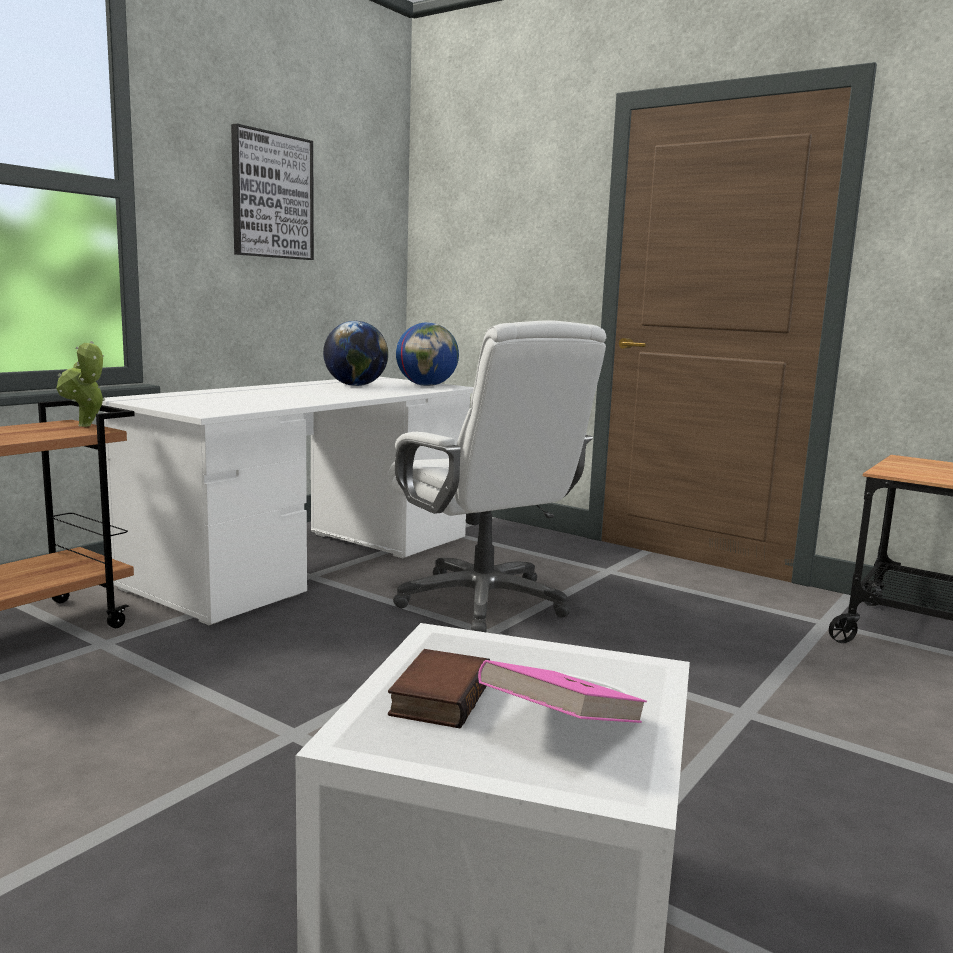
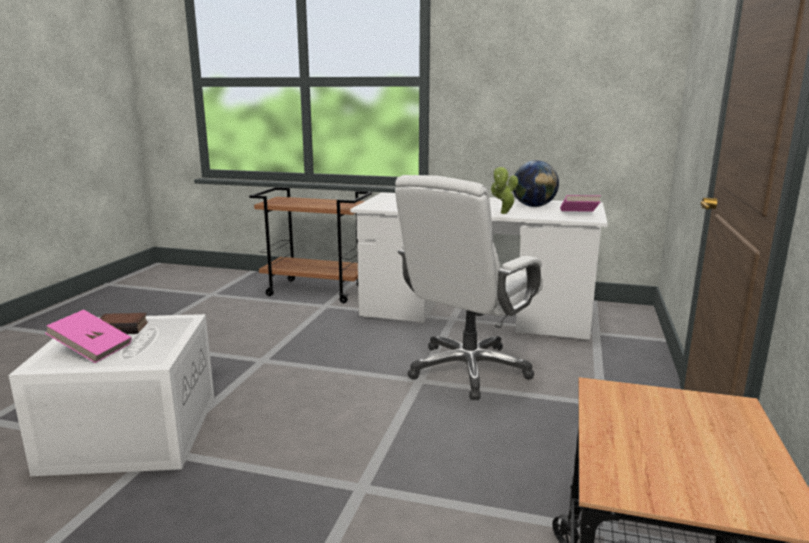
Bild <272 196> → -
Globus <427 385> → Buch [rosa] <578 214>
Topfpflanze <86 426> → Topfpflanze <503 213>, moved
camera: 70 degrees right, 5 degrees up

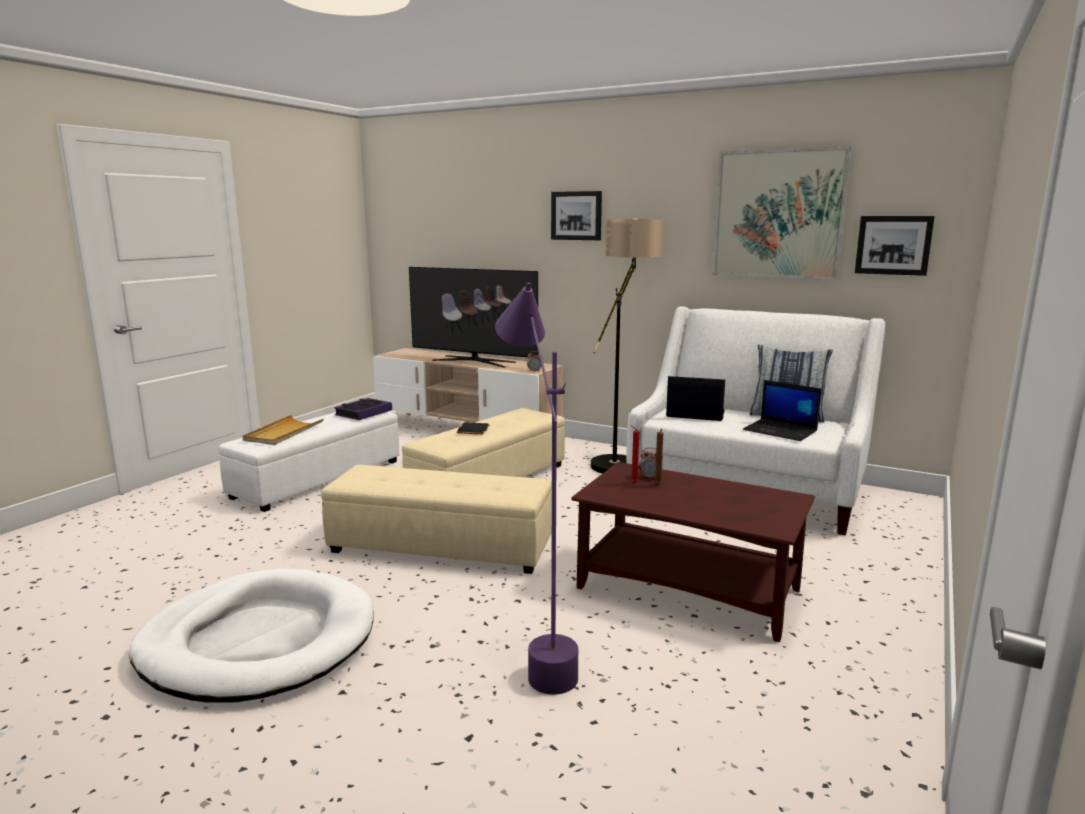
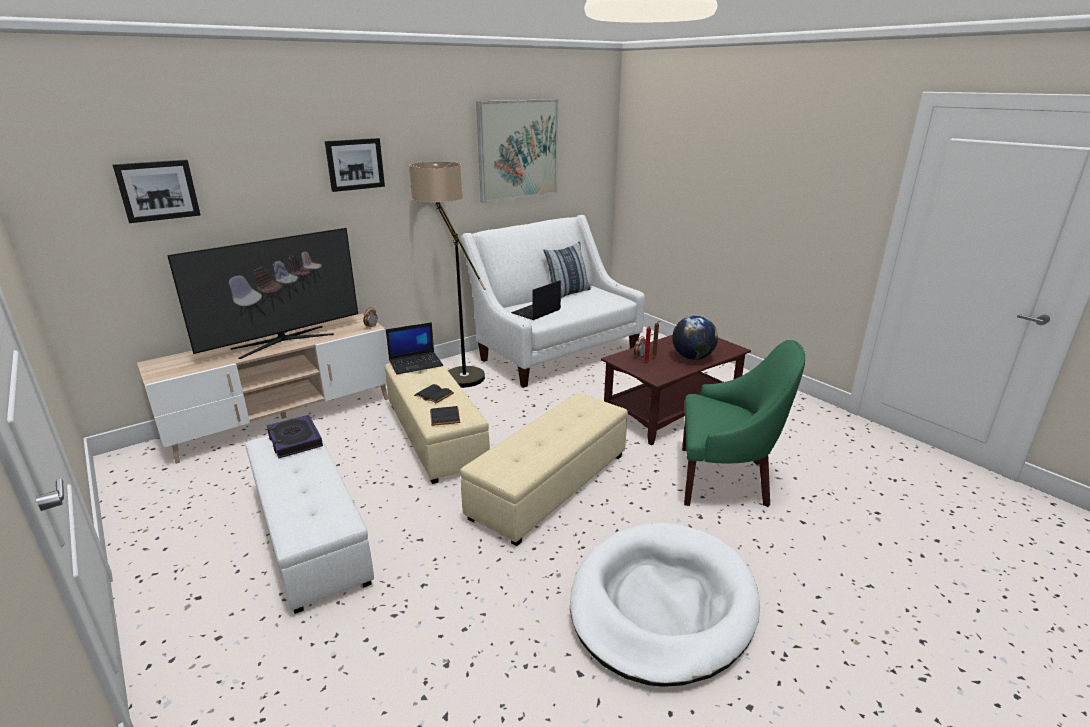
Bild <893 245> → Bild <158 190>, moved
Stehlampe [lila] <537 654> → Sessel [grün] <725 479>
Laptop <781 431> → Laptop <416 363>, moved
Tablett [beige] <283 433> → -
- → Globus <692 357>
- → Buch [schwarz] <444 417>
camera: 65 degrees left, 10 degrees up

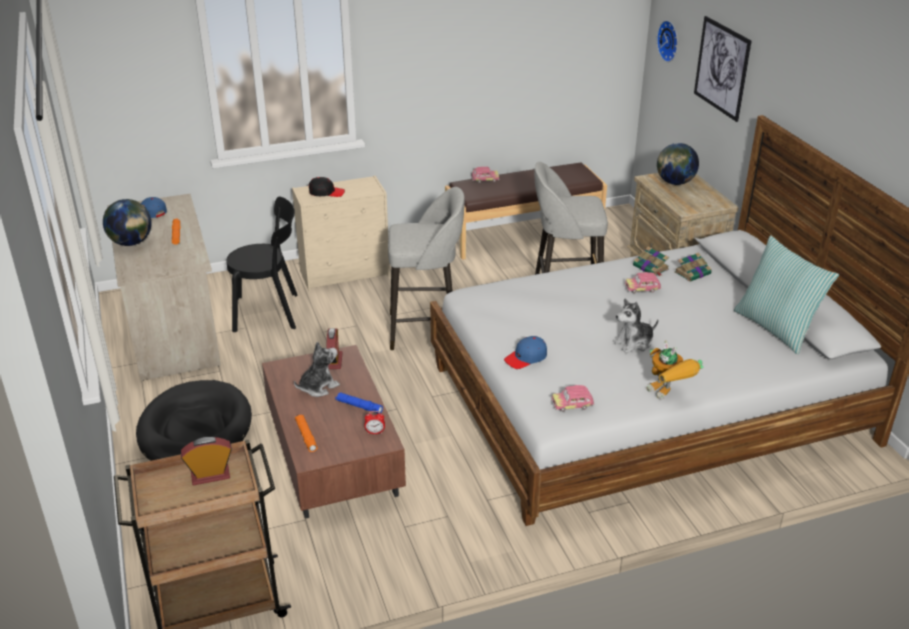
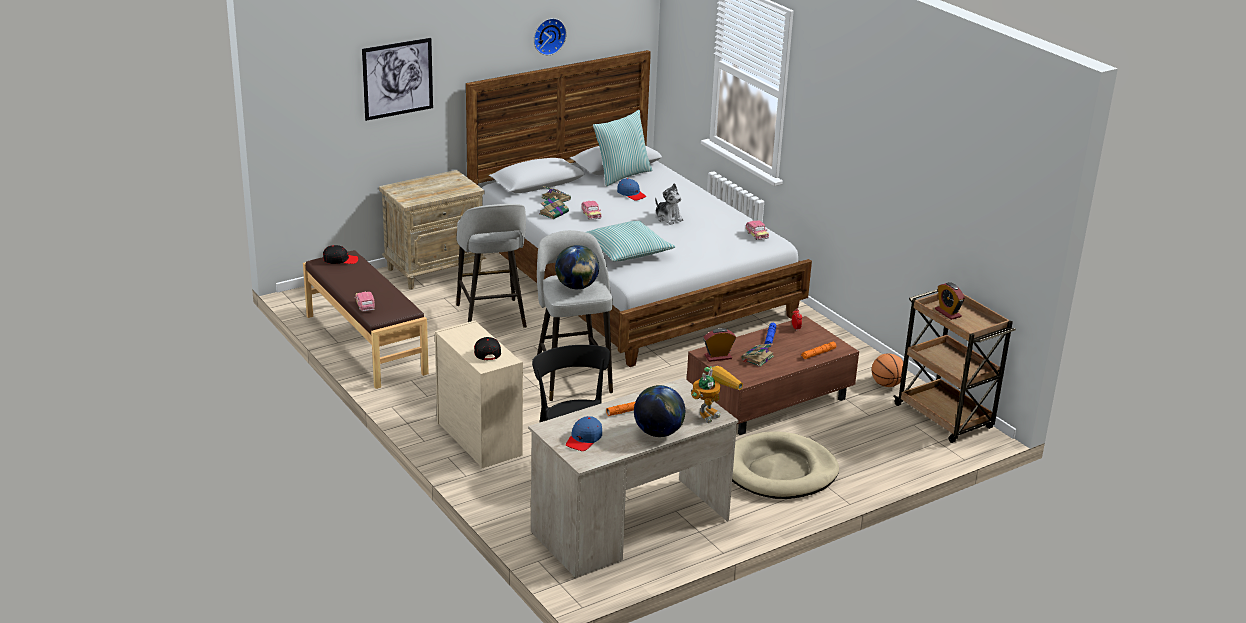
Wanduhr <670 41> → Wanduhr <548 35>, moved
Globus <675 183> → Globus <576 287>, moved
Kappe [blau] <526 358> → Kappe [blau] <631 194>, moved
Plüschtier <318 387> → Buch <757 358>
Spielzeugroboter <668 395> → Spielzeugroboter <711 412>, moved
Hundebett [schwarz] <195 429> → Hundebett [beige] <779 471>
- → Kissen <626 250>
- → Kappe [schwarz] <340 260>
- → Basketball <886 384>
camera: 105 degrees left, 5 degrees down

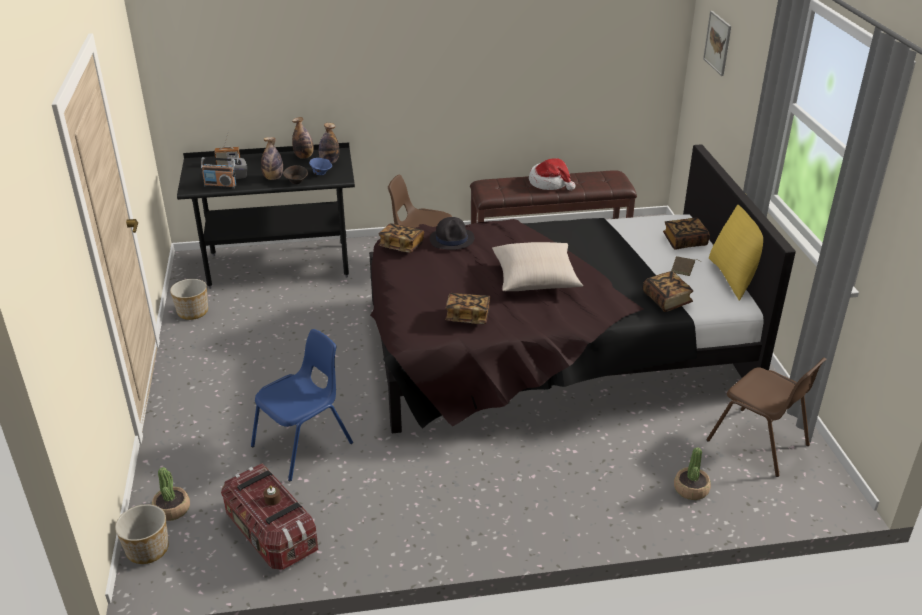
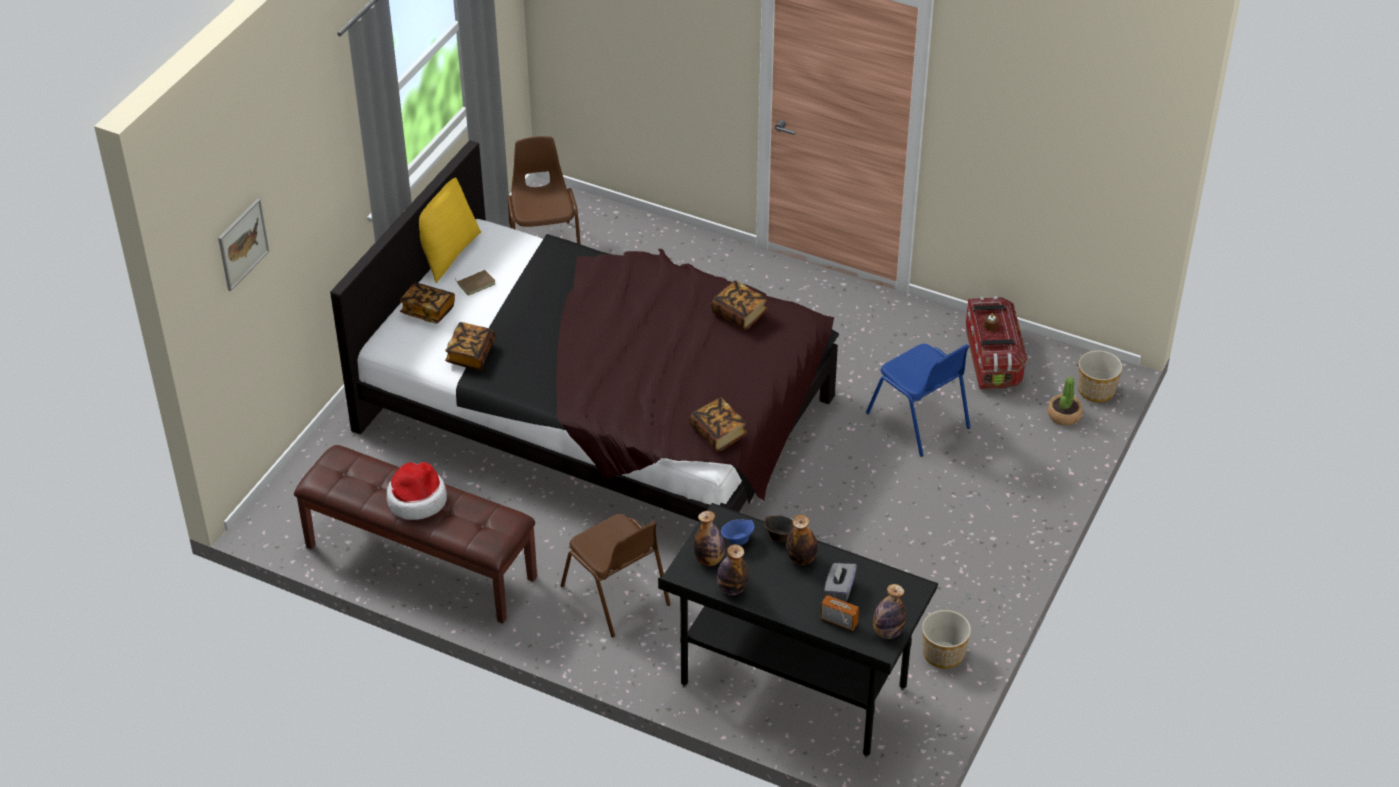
Radio <220 185> → -
Hut [schwarz] <452 239> → -
Kissen [beige] <535 279> → -
Buch <666 300> → Buch <470 355>, moved
Stuhl [blau] <304 445> → Stuhl [blau] <919 421>, 120 degrees counterclockwise
Topfpflanze <691 489> → -
- → Flasche <887 632>
camera: 145 degrees left, 10 degrees up

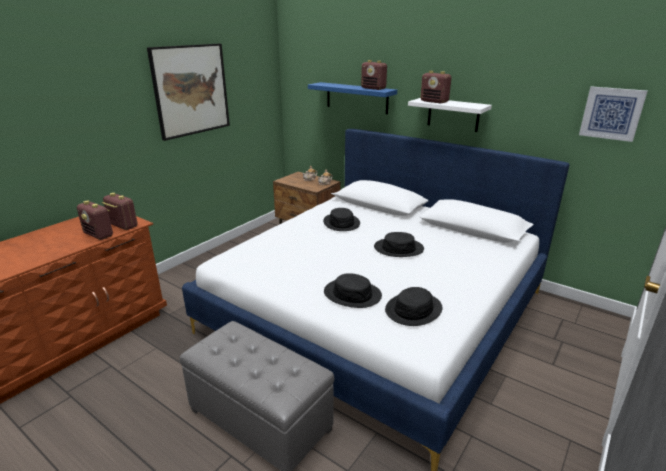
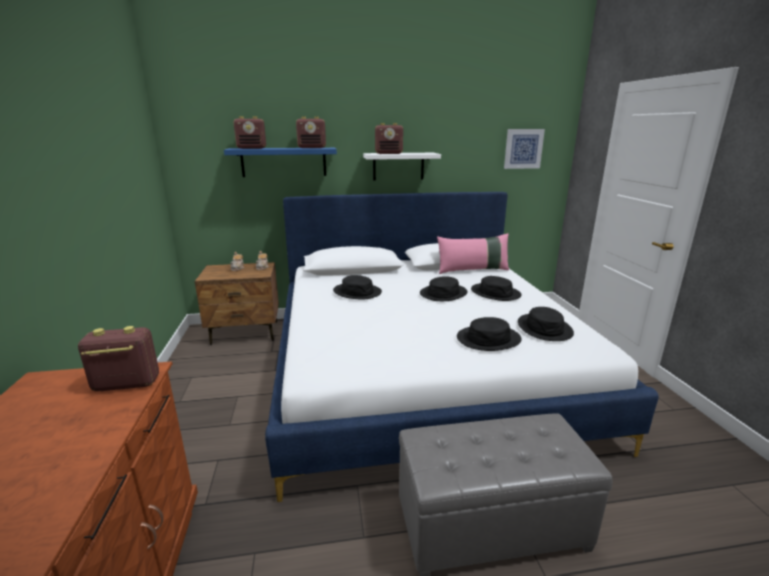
Bild <191 90> → -
Radio <99 235> → Radio <252 148>, moved
- → Kissen [rosa] <472 270>
- → Hut [schwarz] <495 293>
camera: 45 degrees left, 5 degrees down

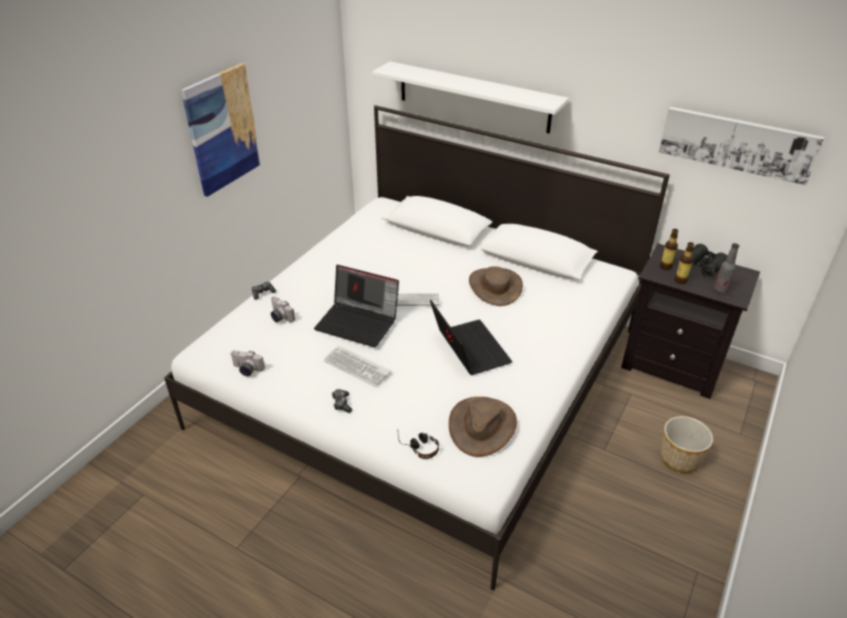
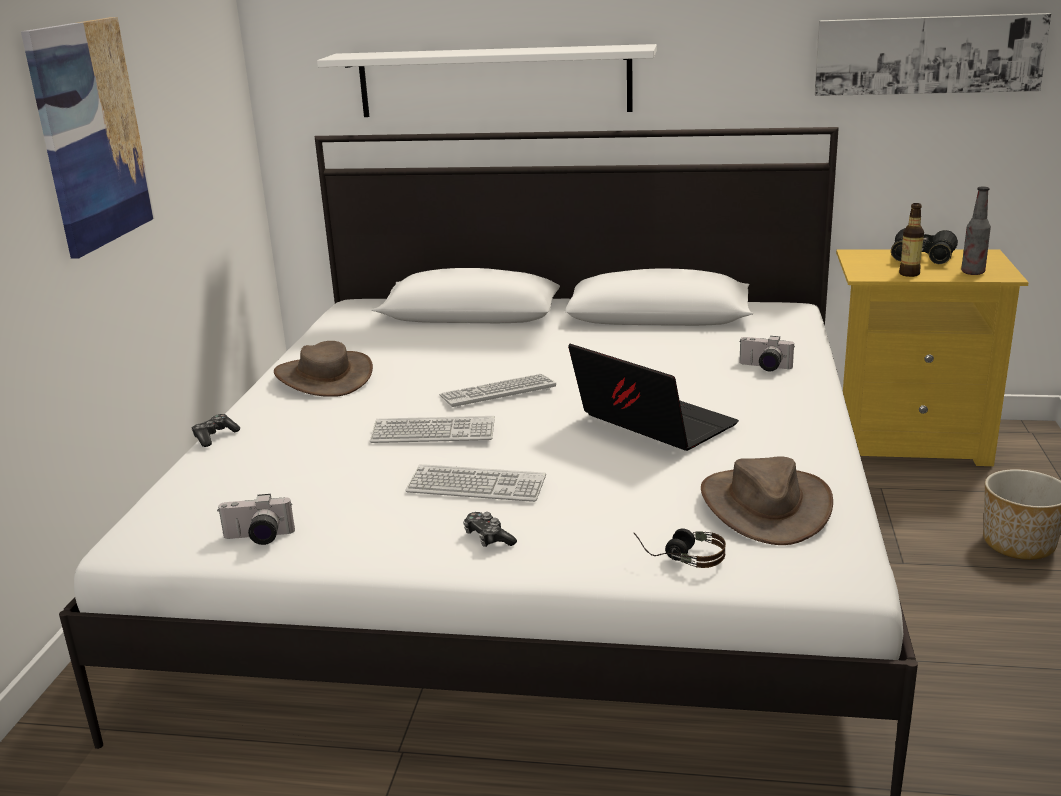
Flasche <665 266> → -
Nachttisch [schwarz] <673 365> → Nachttisch [gelb] <908 442>
Laptop <359 322> → Tastatur <433 432>
Hut [braun] <495 287> → Hut [braun] <324 377>, moved
Kamera <279 317> → Kamera <764 367>, moved
camera: 20 degrees left, 15 degrees down

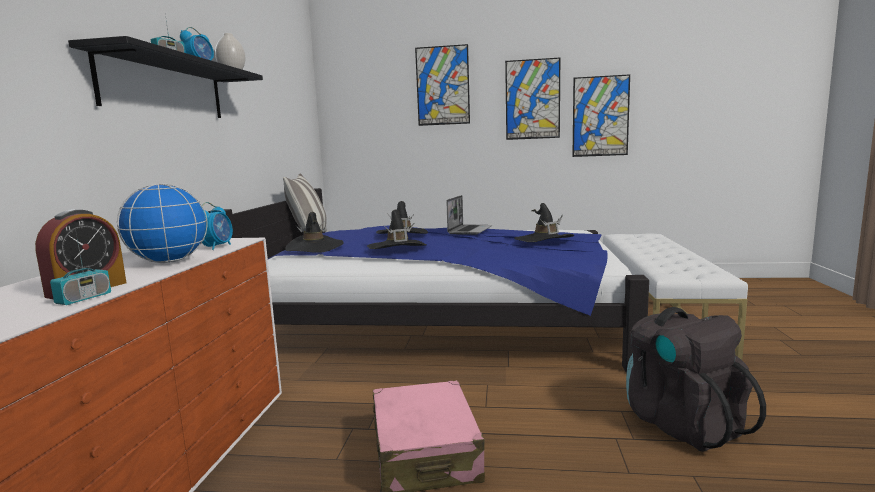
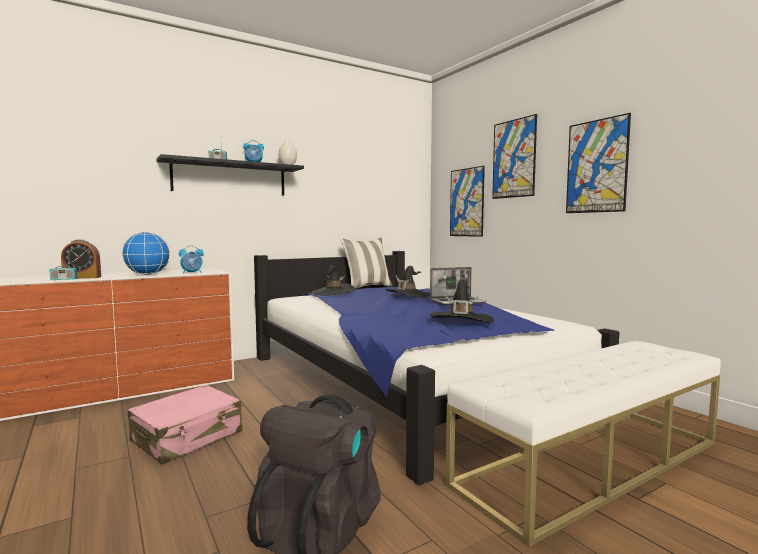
Bild <600 116> → Bild <466 202>, moved
Hut [schwarz] <397 248> → -
camera: 50 degrees right, 5 degrees down

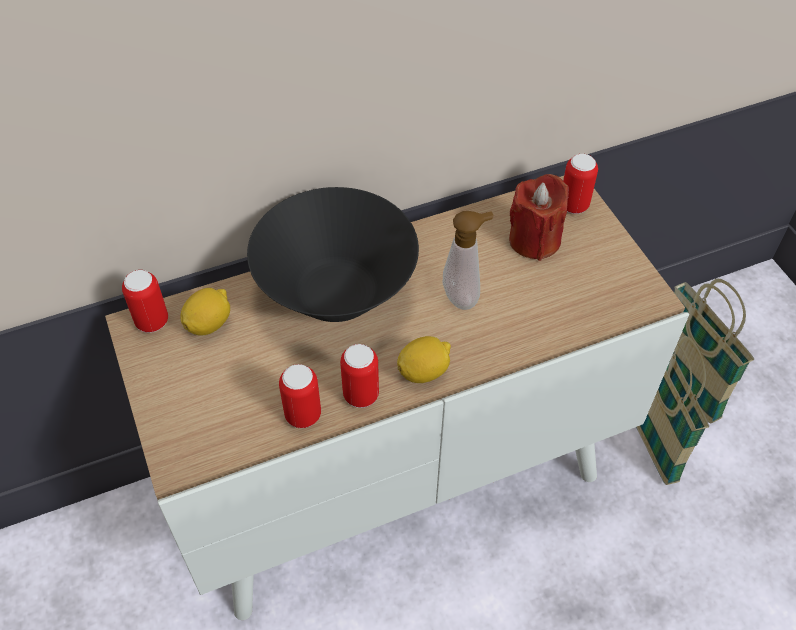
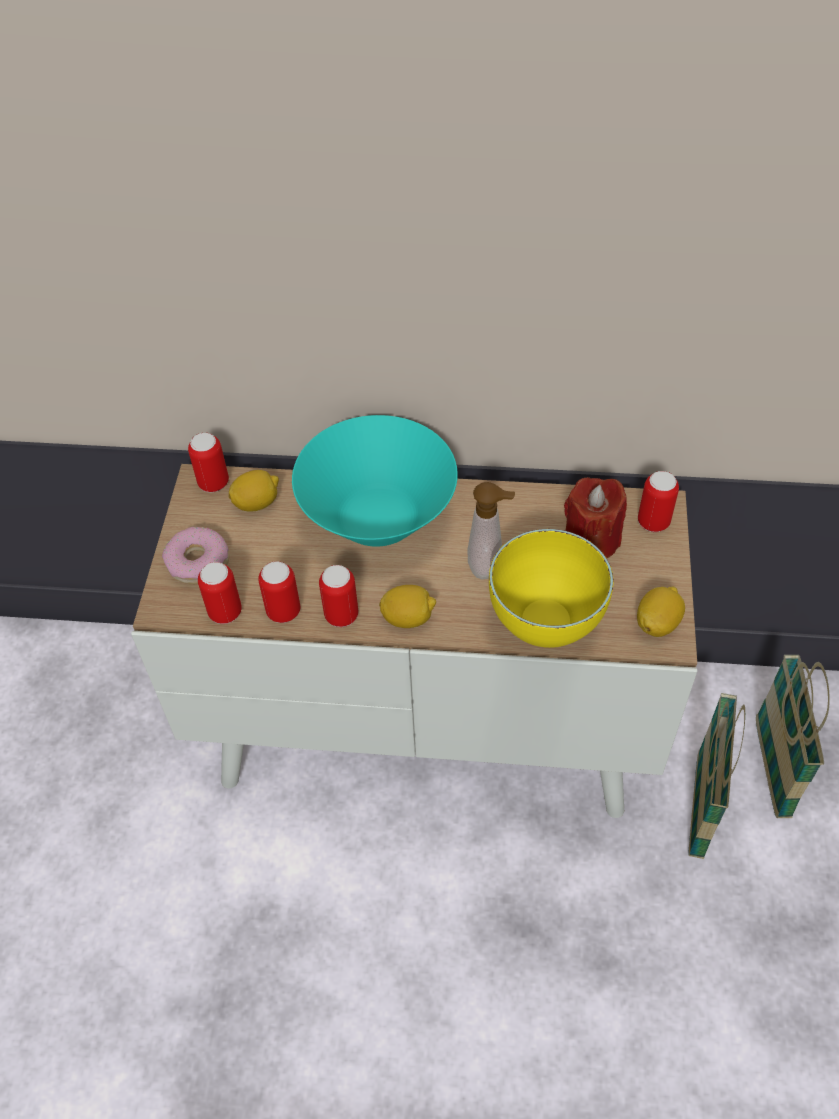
Schüssel [schwarz] <336 293> → Schüssel [türkis] <377 518>
- → Donut <198 562>
- → Schüssel [gelb] <542 625>
- → Dose <225 612>
- → Zitrone <657 623>
camera: 30 degrees right, 0 degrees up

